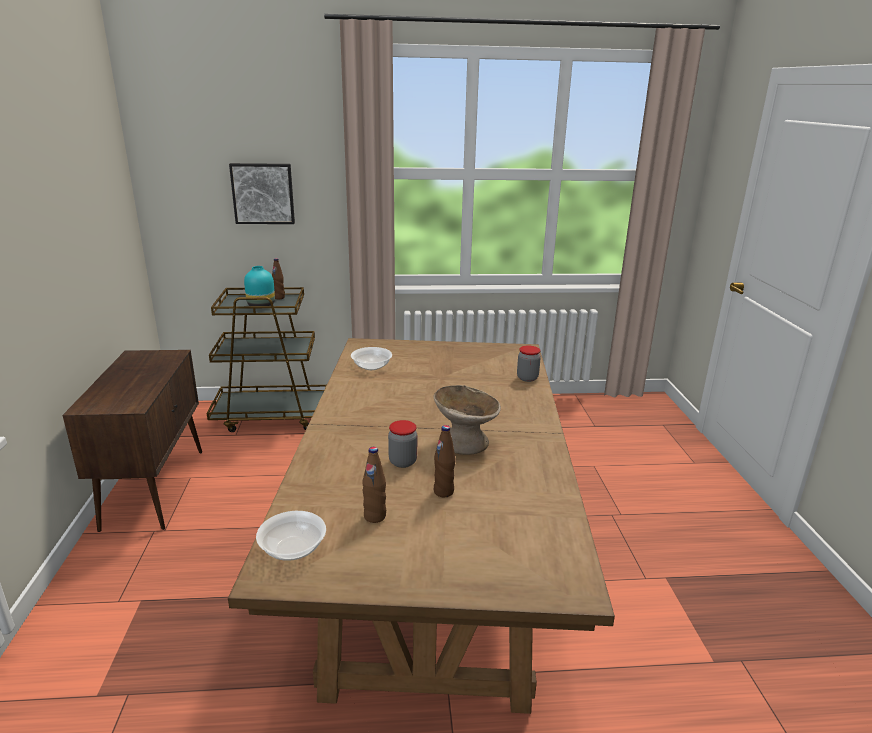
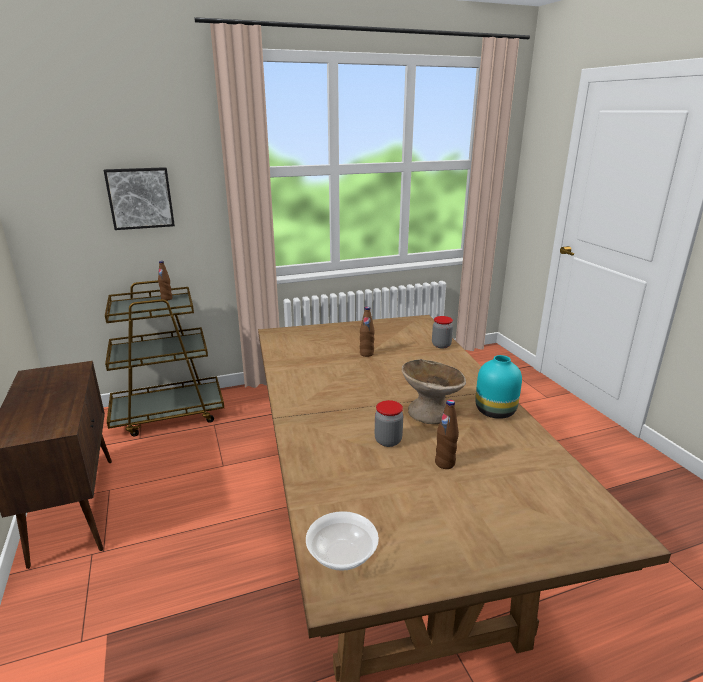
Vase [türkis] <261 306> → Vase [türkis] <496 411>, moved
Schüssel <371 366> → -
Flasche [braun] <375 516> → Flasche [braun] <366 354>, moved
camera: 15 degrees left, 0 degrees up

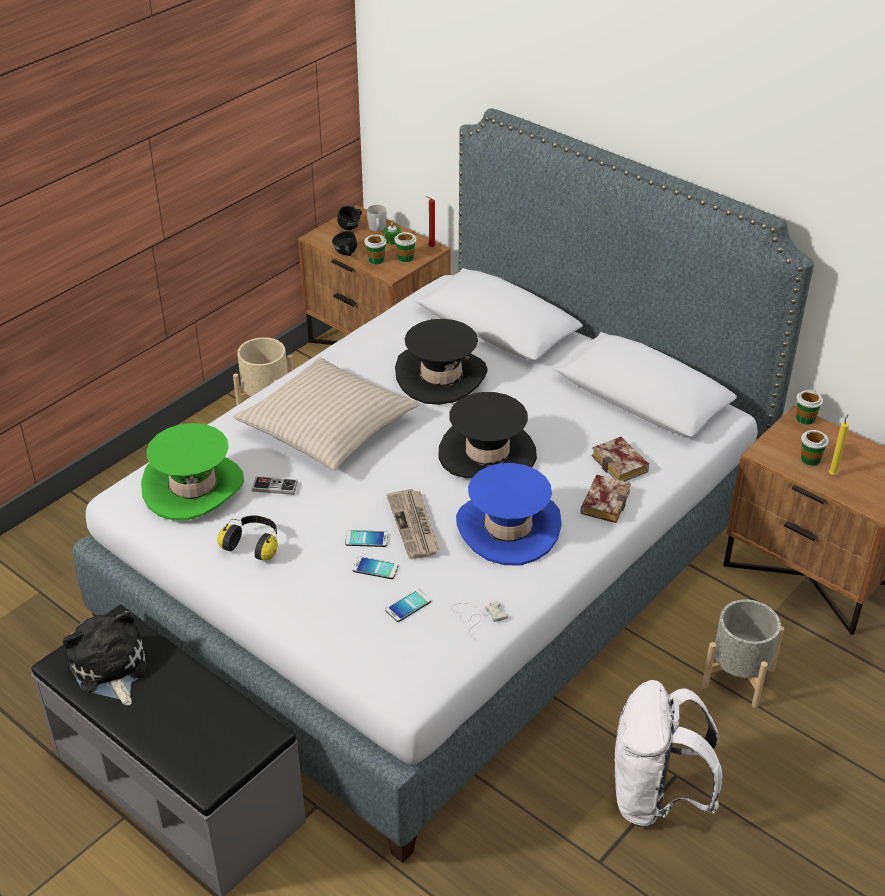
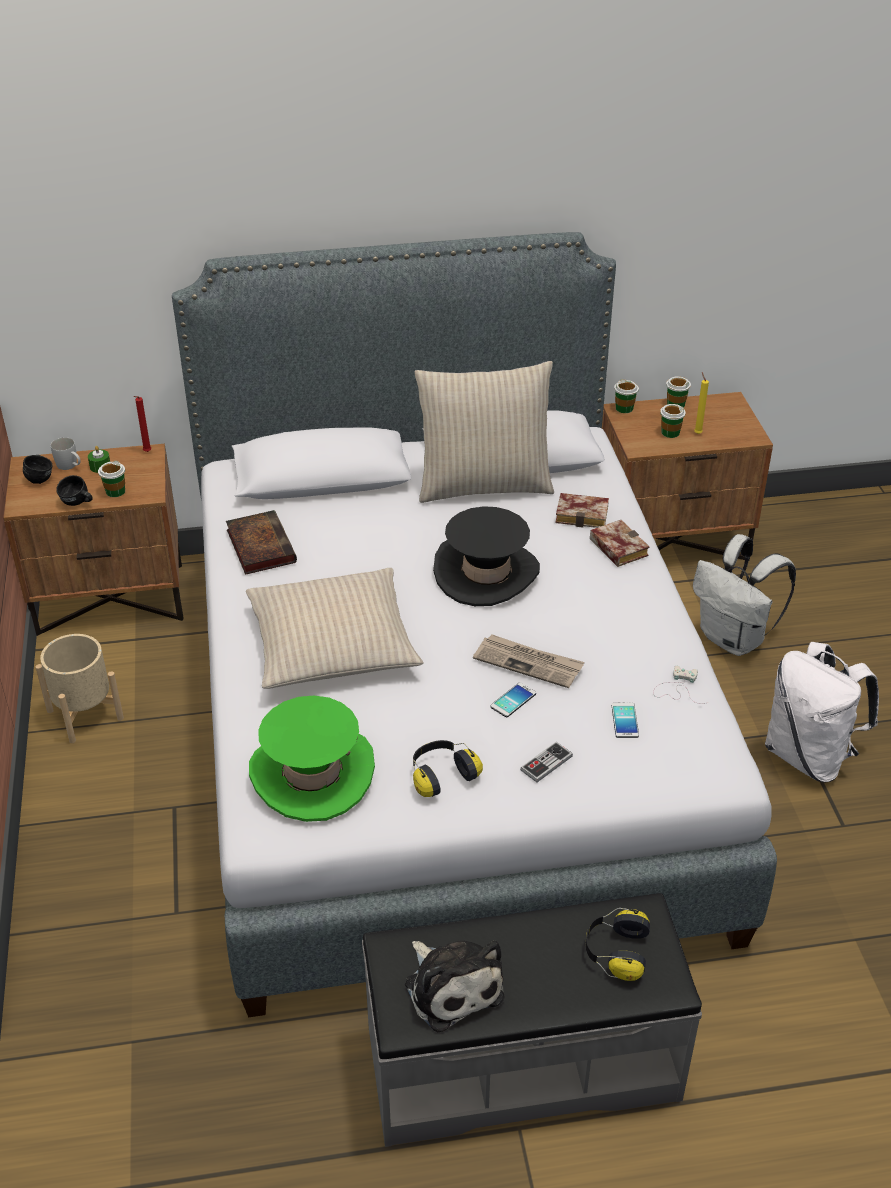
Tasse <405 257> → Tasse <675 404>, moved
Hut [schwarz] <441 376> → -
Hut [blau] <508 528> → -
Gamepad <275 487> → Gamepad <546 763>, moved
Handy <375 568> → -
Pflanzkübel [grau] <738 677> → Rucksack [weiß] <734 639>
Plüschtier <110 669> → Plüschtier <451 986>, 135 degrees counterclockwise
- → Kissen [beige] <484 485>
- → Buch <259 545>
- → Kopfhörer <615 952>
camera: 50 degrees left, 0 degrees up

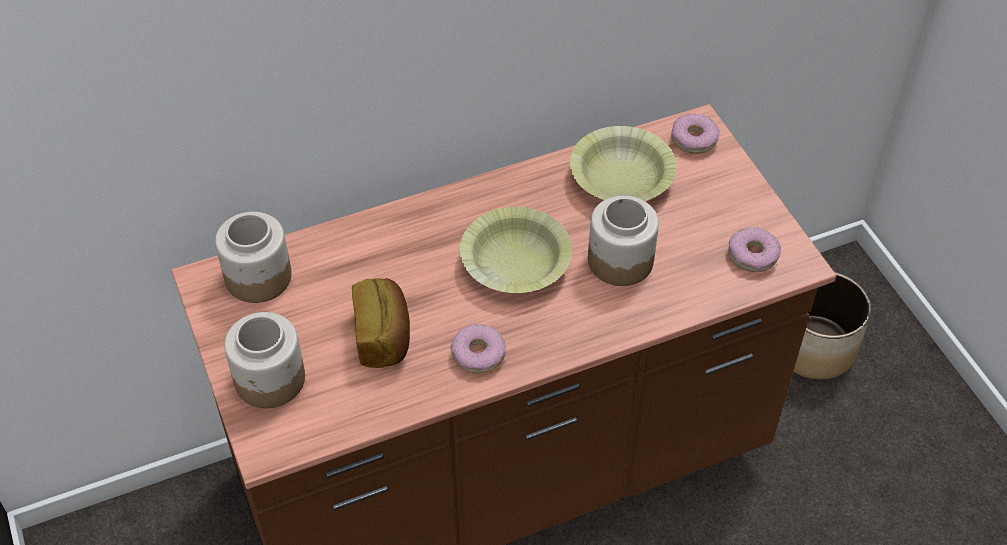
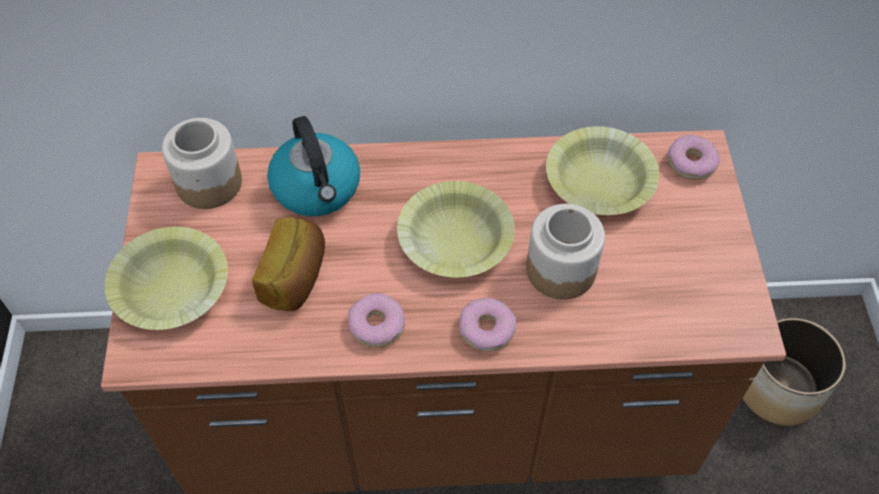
Donut <752 255> → Donut <486 329>, moved
Vorratsglas <270 380> → Schüssel [gelb] <171 289>
- → Wasserkessel <317 188>
camera: 20 degrees right, 5 degrees up

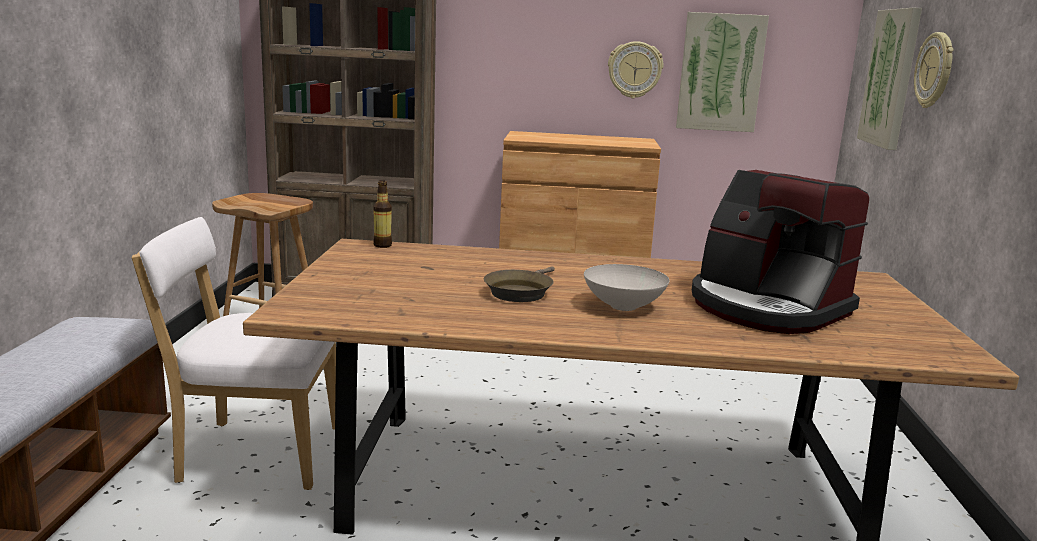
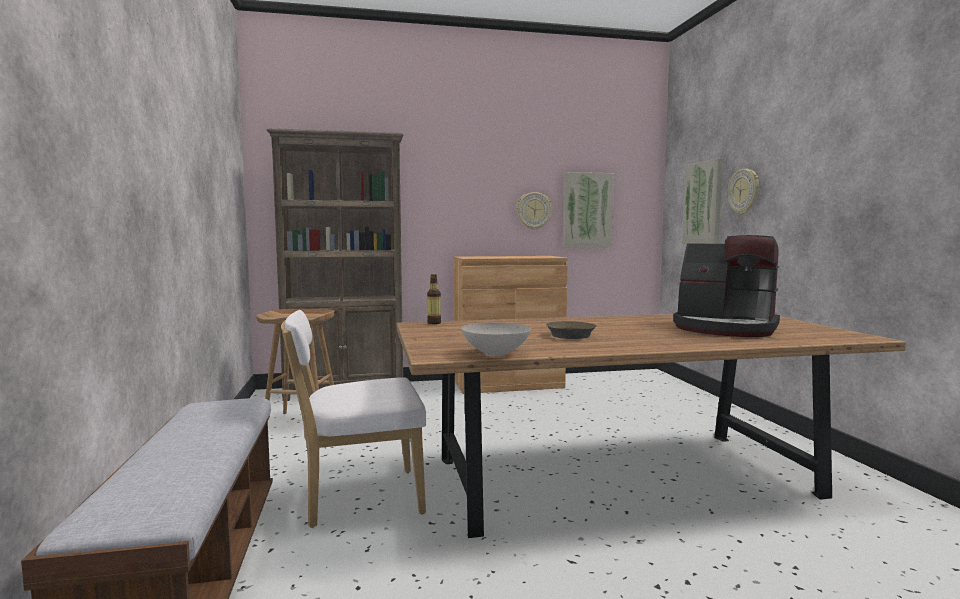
Schüssel [weiß] <625 306> → Schüssel [weiß] <497 354>, moved
camera: 15 degrees left, 10 degrees down

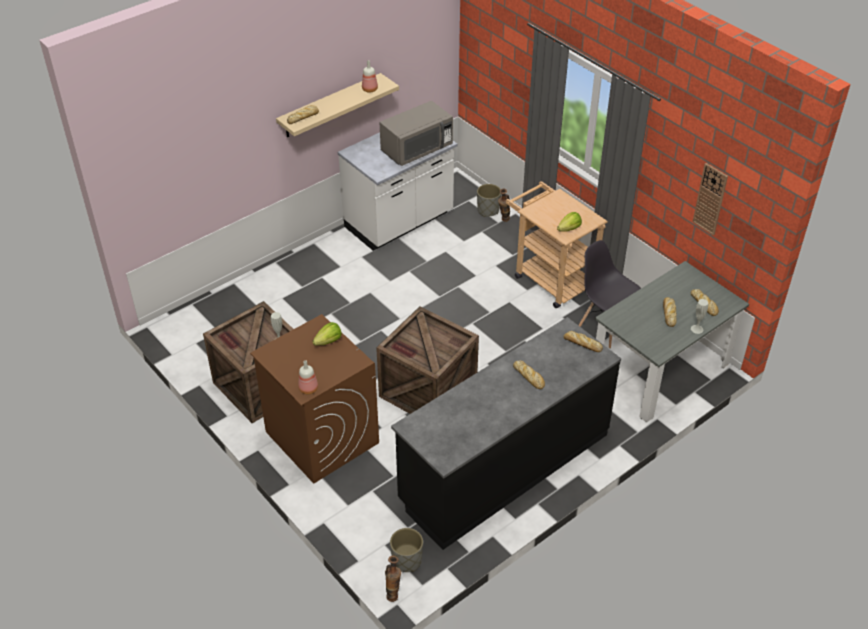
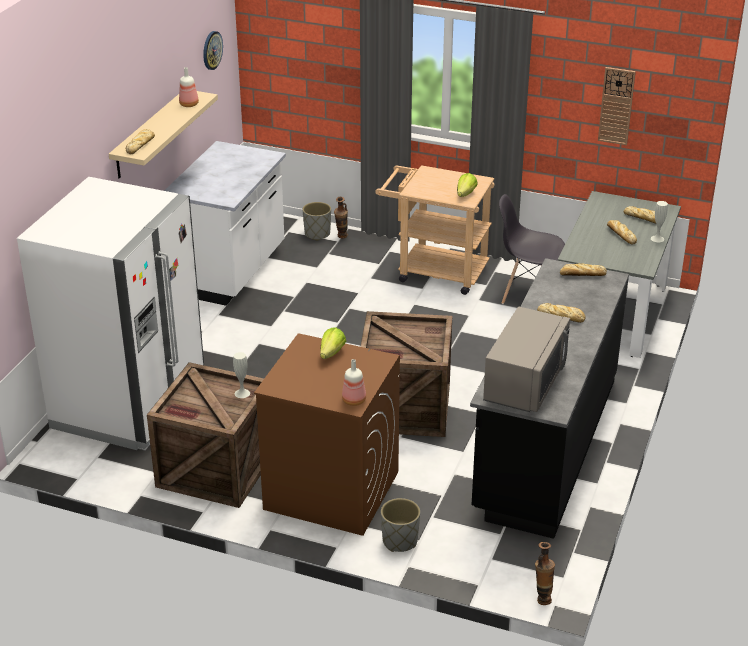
Mikrowelle [grau] <416 149> → Mikrowelle [grau] <525 383>, moved
Pflanzkübel [grau] <406 561> → Pflanzkübel [grau] <399 541>, moved
- → Wanduhr <212 50>
- → Kühlschrank [weiß] <129 404>
camera: 30 degrees left, 10 degrees down

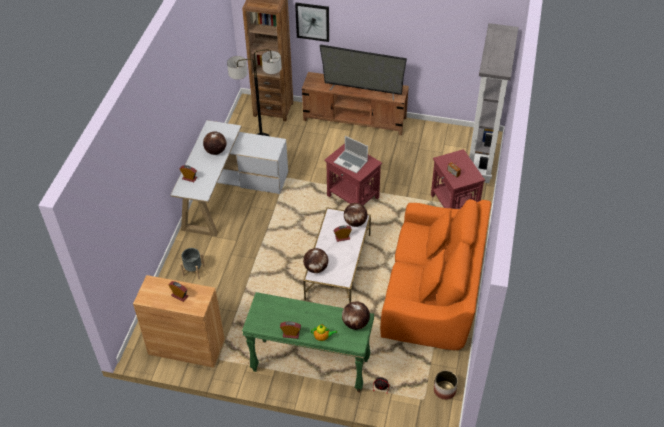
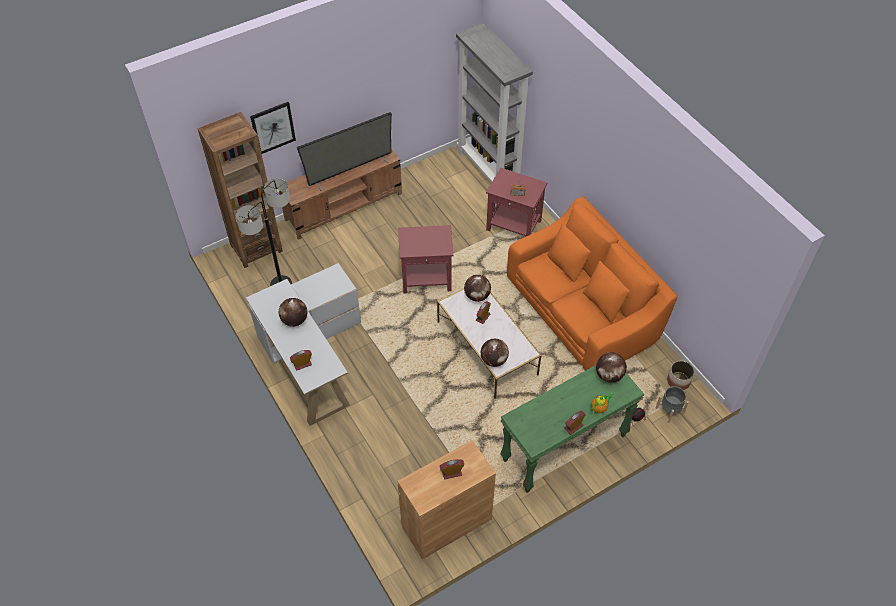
Laptop <351 162> → -
Pflanzkübel [grau] <193 270> → Pflanzkübel [grau] <669 411>, moved
camera: 45 degrees left, 5 degrees up

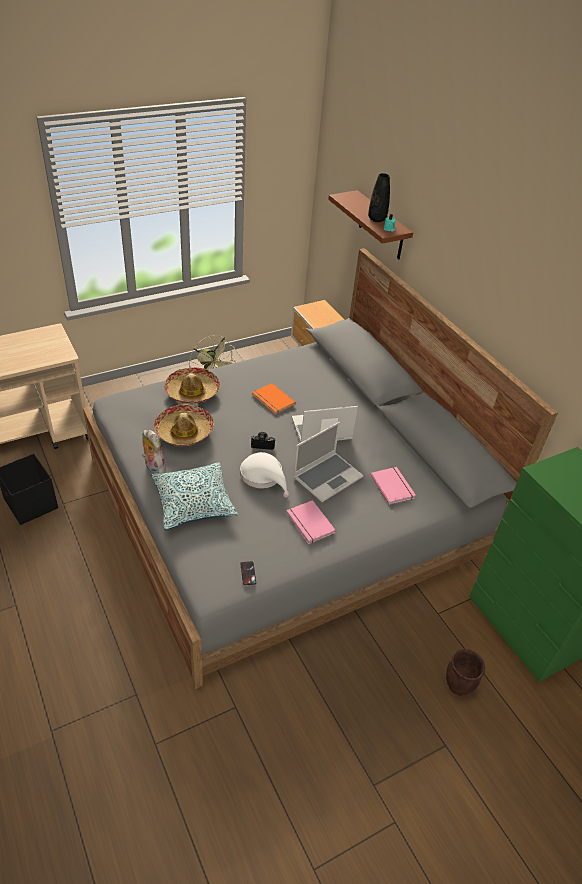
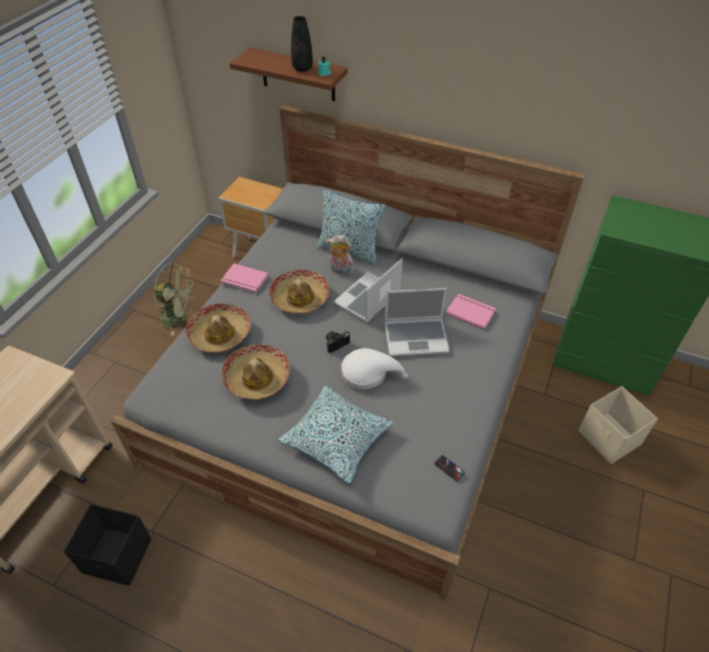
Buch [orange] <272 400> → Hut <299 297>
Laptop <327 477> → Laptop <416 337>, 75 degrees clockwise
Plüschtier <153 467> → Plüschtier <340 270>, moved
Buch [rosa] <309 523> → Buch [rosa] <244 280>, moved
Pflanzkübel [braun] <458 686> → Aufbewahrungsbox [beige] <609 439>
- → Kissen <350 251>
camera: 35 degrees left, 5 degrees up

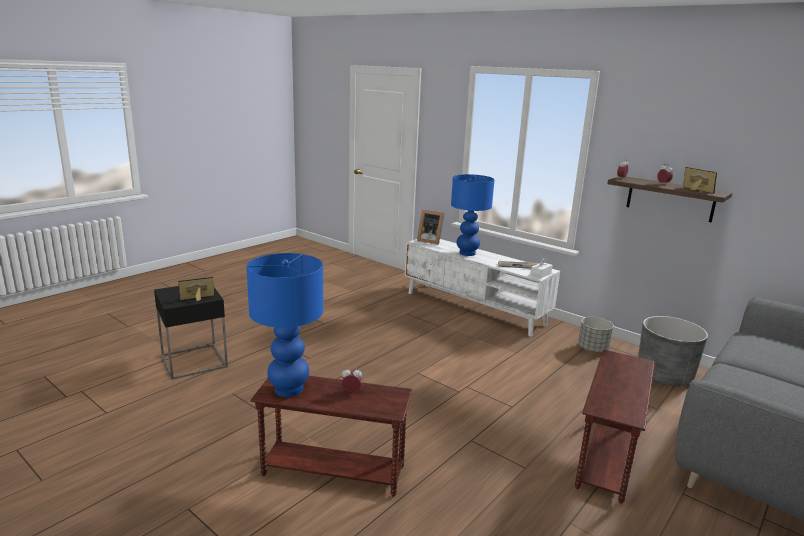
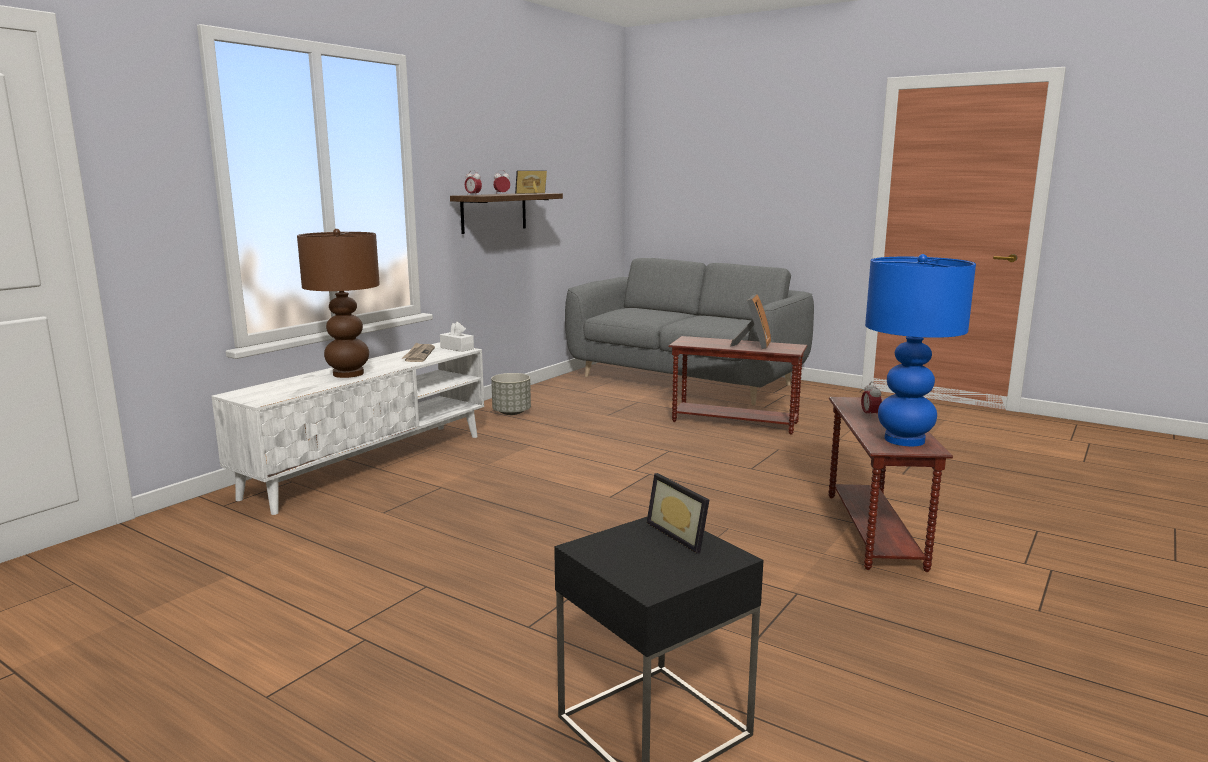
Tischlampe [blau] <467 253> → Tischlampe [braun] <348 374>
Bilderrahmen <430 241> → Bilderrahmen <753 345>, moved
Pflanzkübel [grau] <664 375> → -
camera: 95 degrees left, 5 degrees down

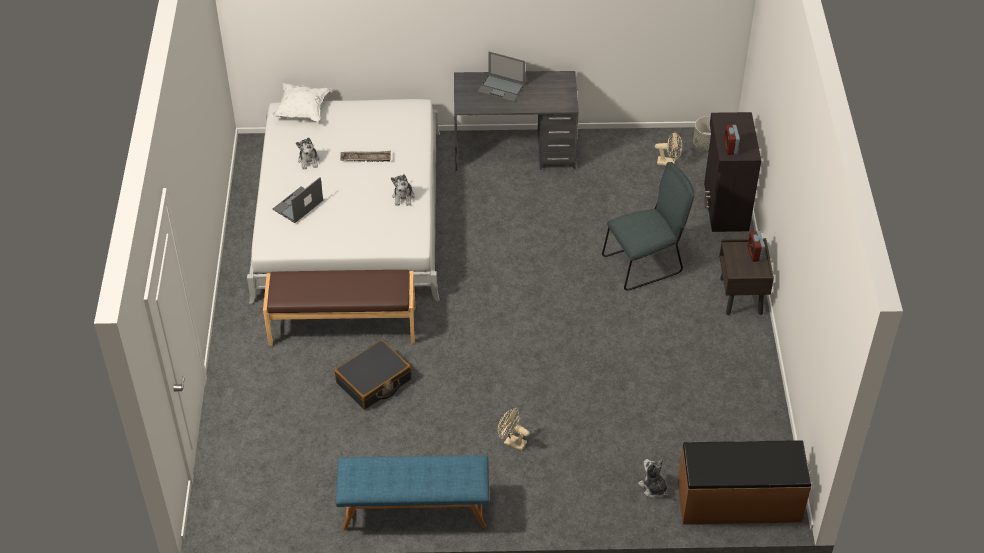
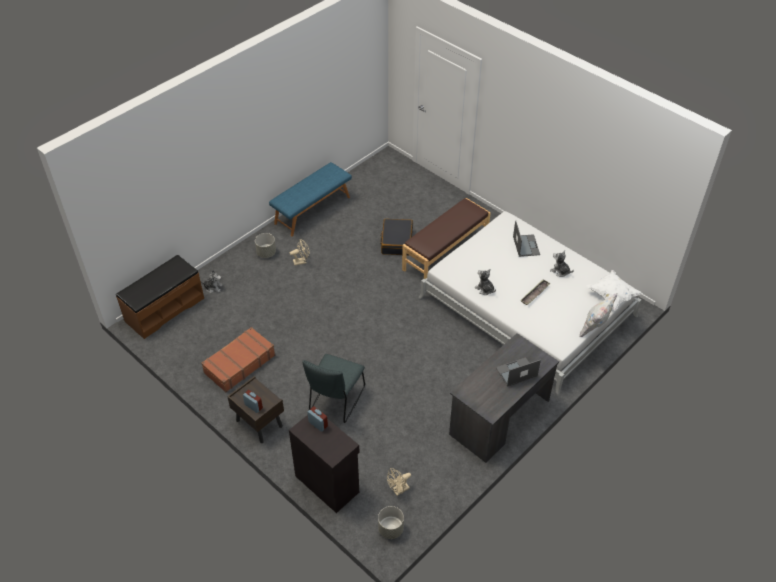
- → Pflanzkübel [grau] <266 253>
- → Kissen [weiß] <595 327>
- → Koffer [braun] <239 364>
camera: 135 degrees right, 0 degrees up

